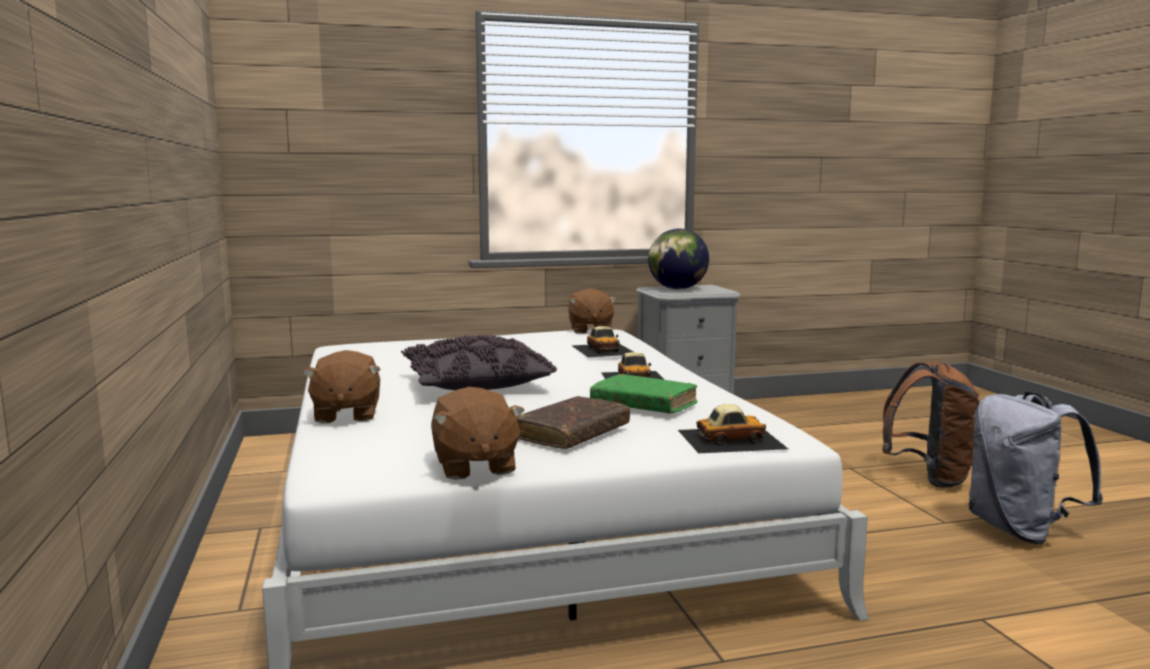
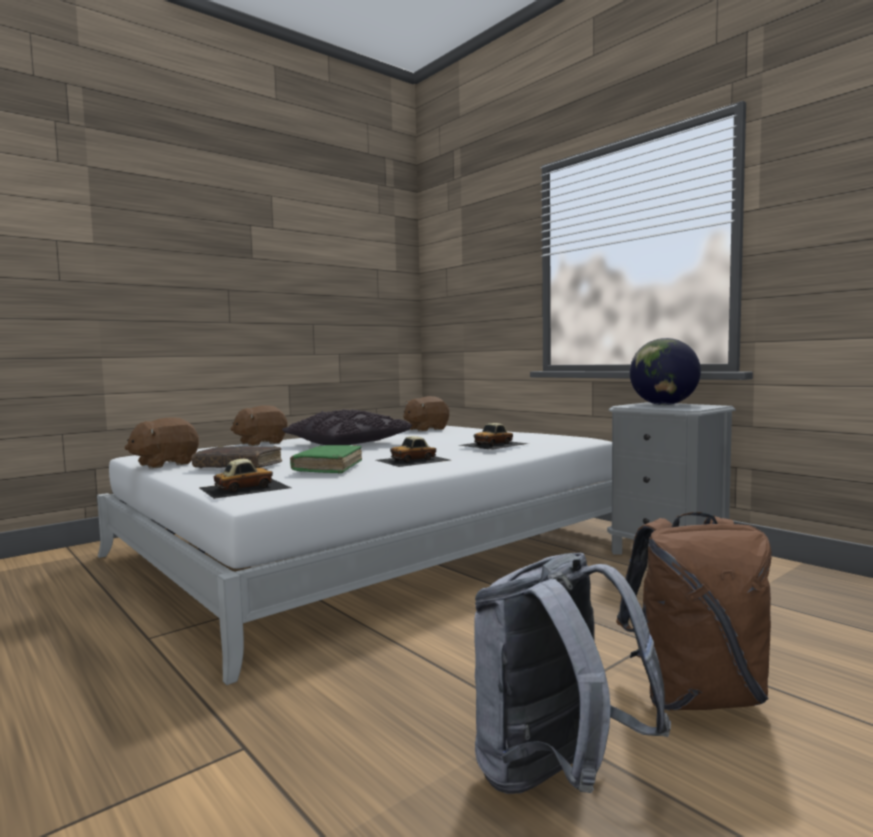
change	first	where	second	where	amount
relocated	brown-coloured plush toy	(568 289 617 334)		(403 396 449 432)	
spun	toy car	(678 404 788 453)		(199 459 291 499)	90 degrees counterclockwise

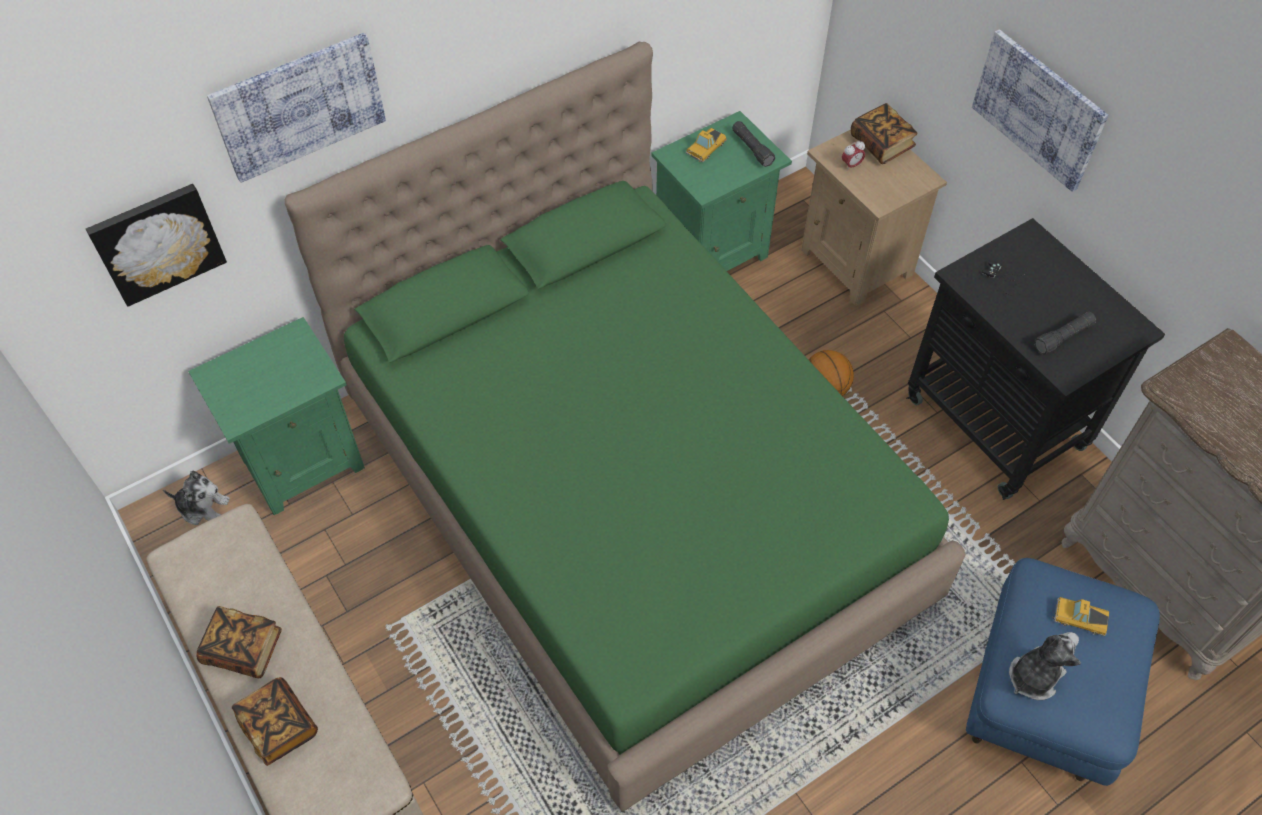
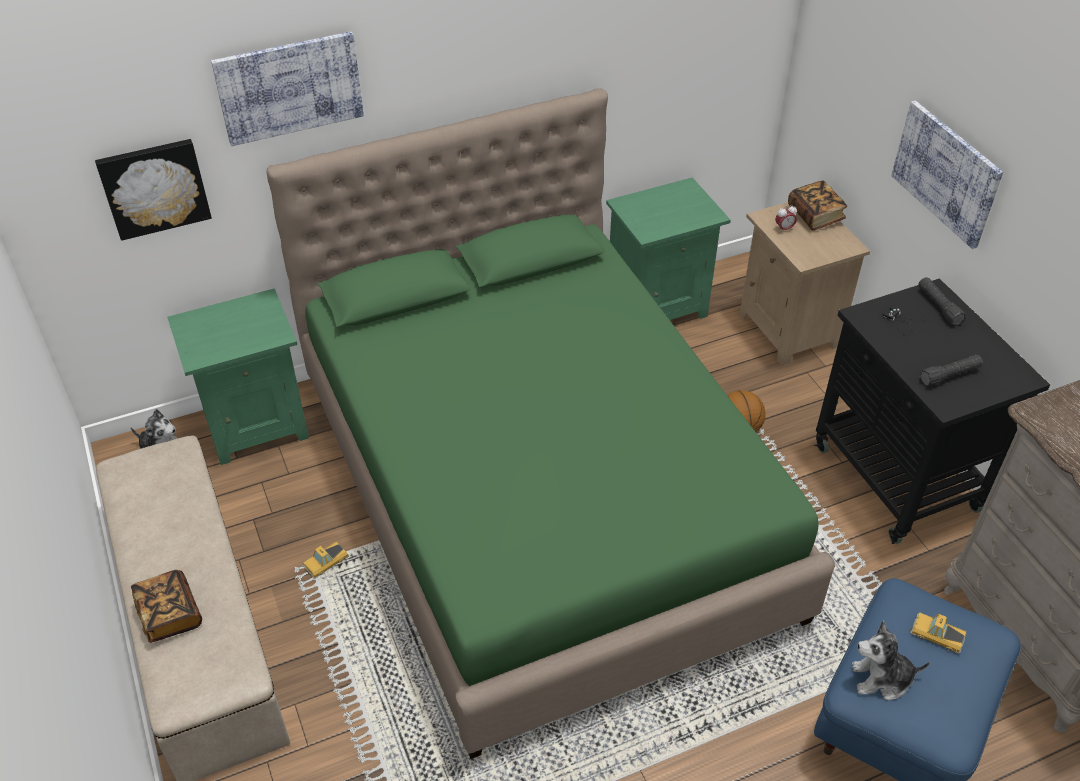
change	first	where	second	where	amount
missing	volume	(196 606 282 679)			
relocated	toy car	(686 128 727 162)		(302 541 349 579)	
relocated	black hand torch	(732 121 775 167)		(919 277 966 326)	
spun	plush toy	(1009 632 1081 700)		(851 621 930 700)	150 degrees counterclockwise

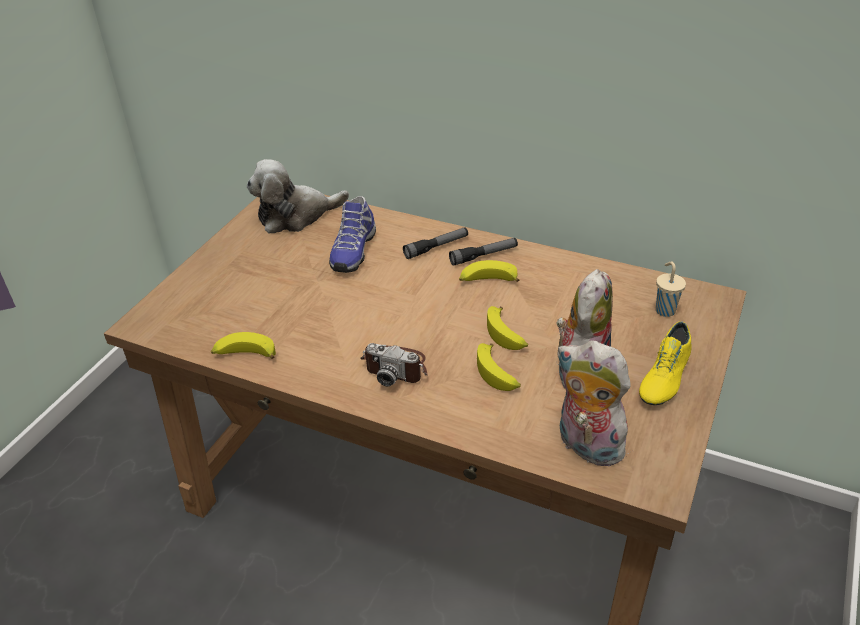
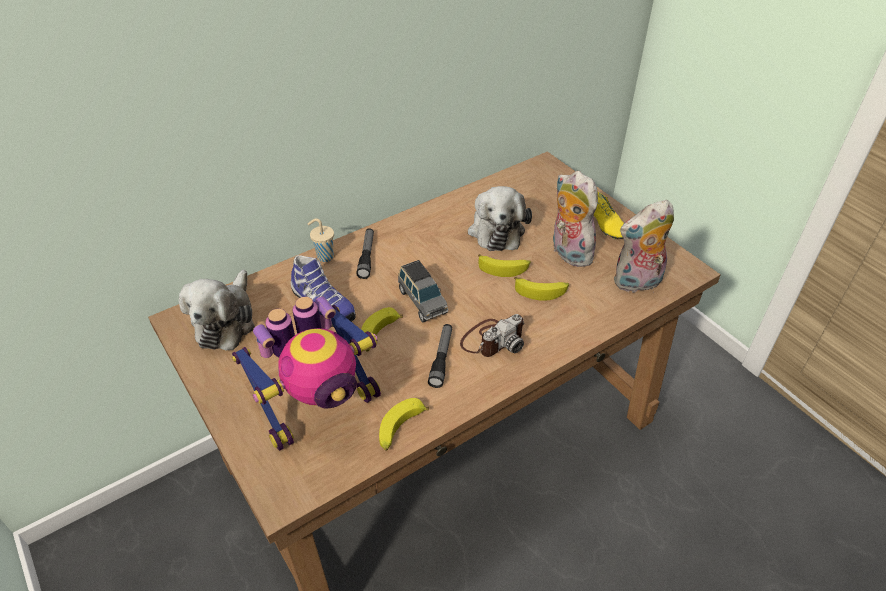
change	first	where	second	where	amount
relocated	hand torch	(449 238 518 266)		(428 324 452 388)	
relocated	banana	(459 260 519 282)		(361 307 403 352)	
relocated	beige cup	(656 261 686 317)		(308 218 334 262)	
appeared			toy robot	(232 296 381 451)	
appeared			gray toy car	(398 260 448 322)	
appeared			plush toy	(468 186 532 251)	

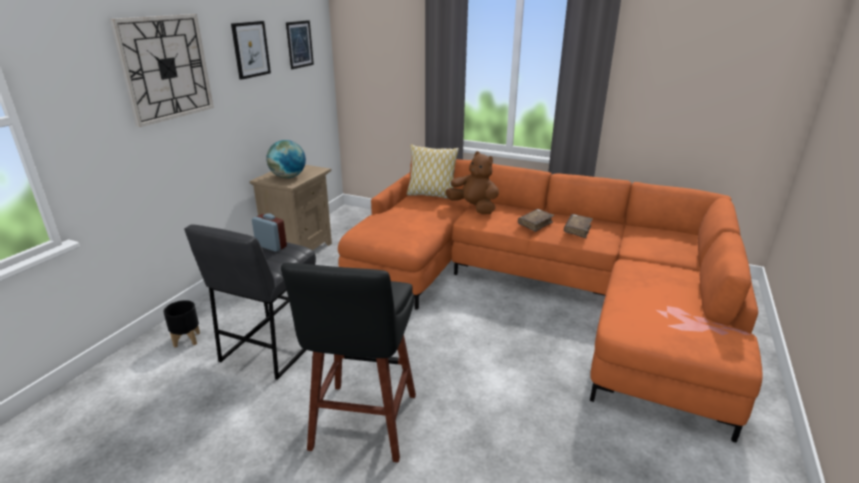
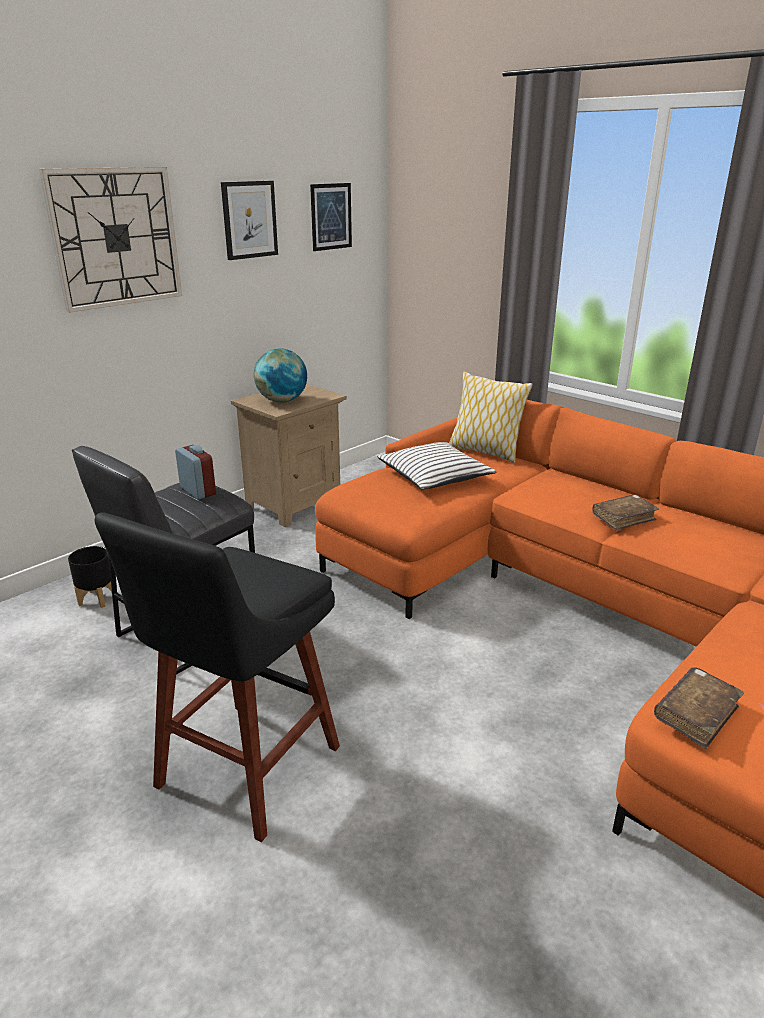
change	first	where	second	where	amount
missing	brown-coloured plush toy	(445 151 499 214)			
relocated	brown-coloured volume	(564 214 593 238)		(654 667 744 749)	
appeared			white throw pillow	(377 442 496 490)	

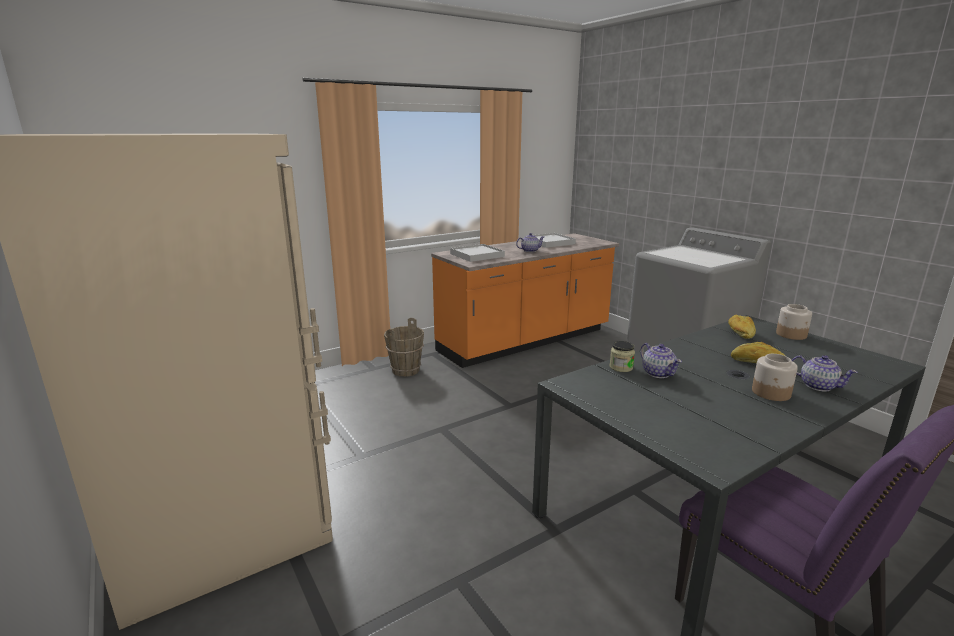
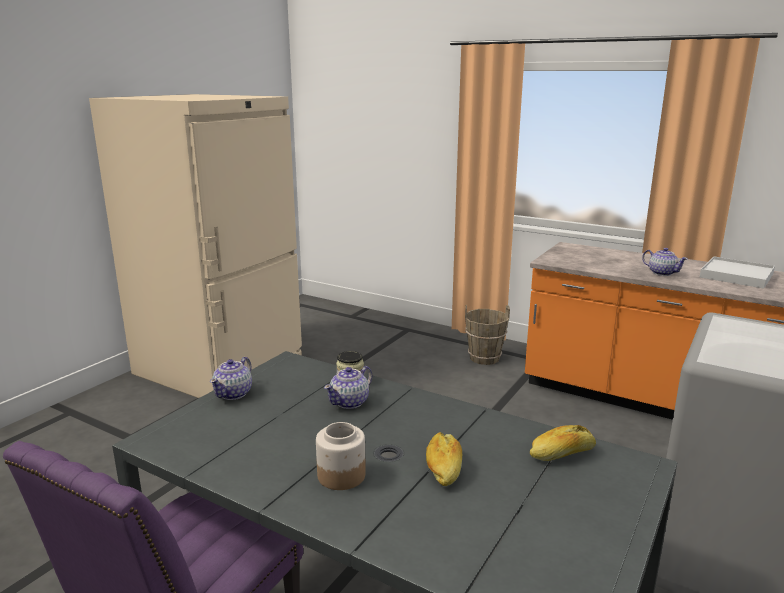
change	first	where	second	where	amount
missing	white serving tray	(450 244 505 262)			
missing	storage jar	(776 304 812 340)			
relocated	pot for tea	(792 355 858 391)		(210 357 252 400)	

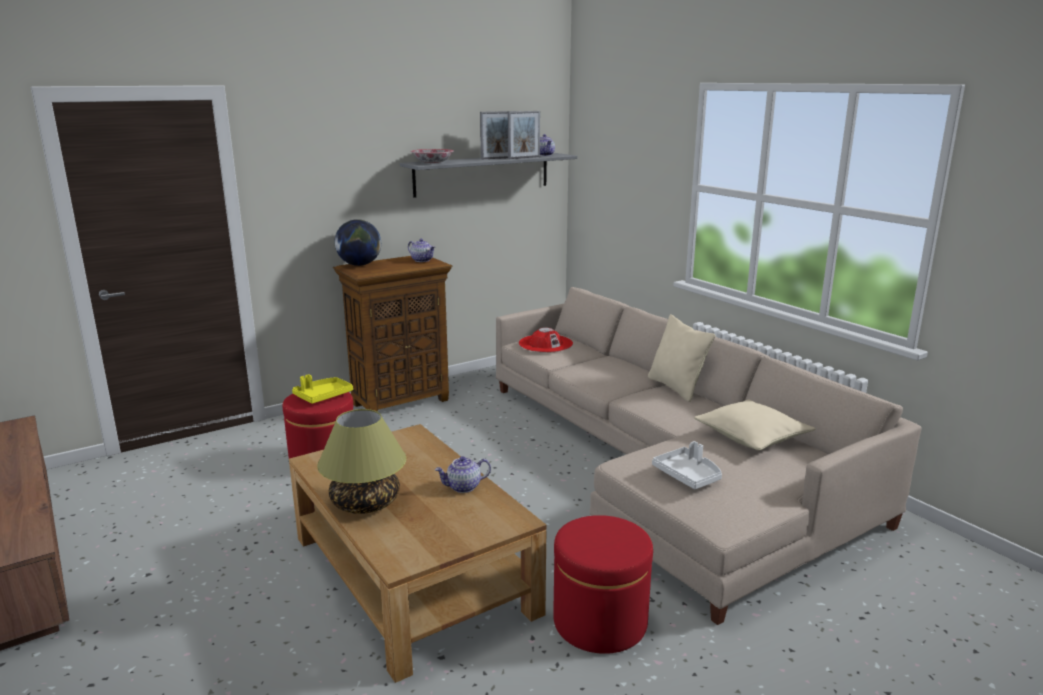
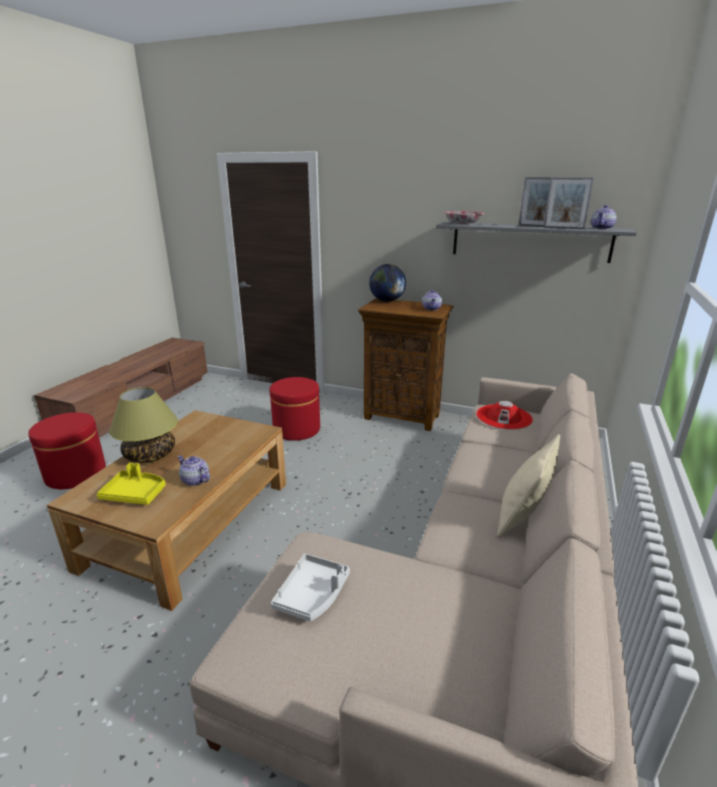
change	first	where	second	where	amount
relocated	yellowish serving tray	(292 374 353 404)		(97 463 166 505)	
relocated	red-coloured ottoman	(553 515 653 654)		(28 412 106 489)	
missing	beige throw pillow	(694 399 816 450)			

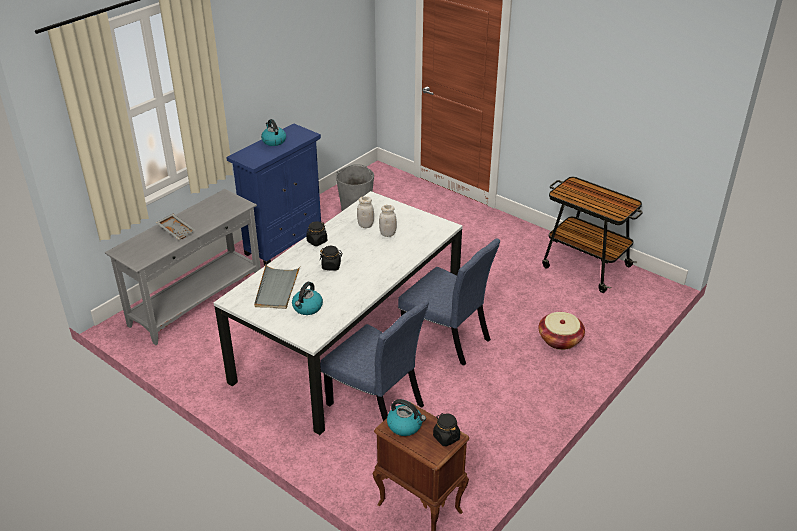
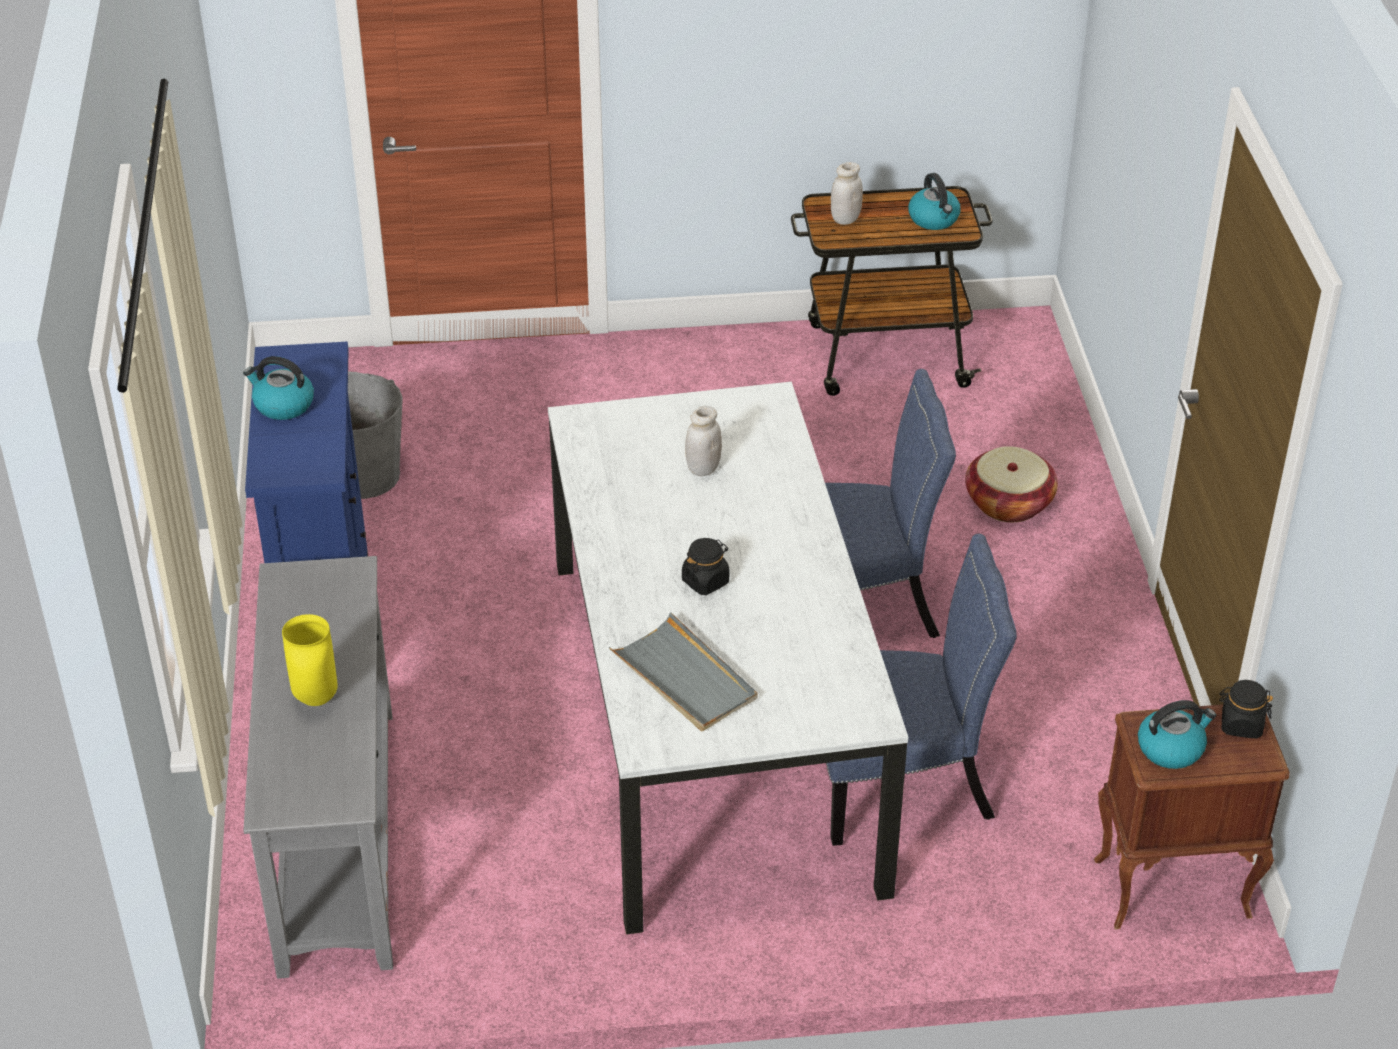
change	first	where	second	where	amount
exchanged	gray serving tray	(156 214 196 240)	yellowish decorative vase	(282 614 338 706)	
relocated	kettle	(292 282 323 315)		(908 173 961 230)	
missing	black storage jar	(306 221 327 246)			
relocated	white storage jar	(357 196 374 228)		(831 162 863 225)	

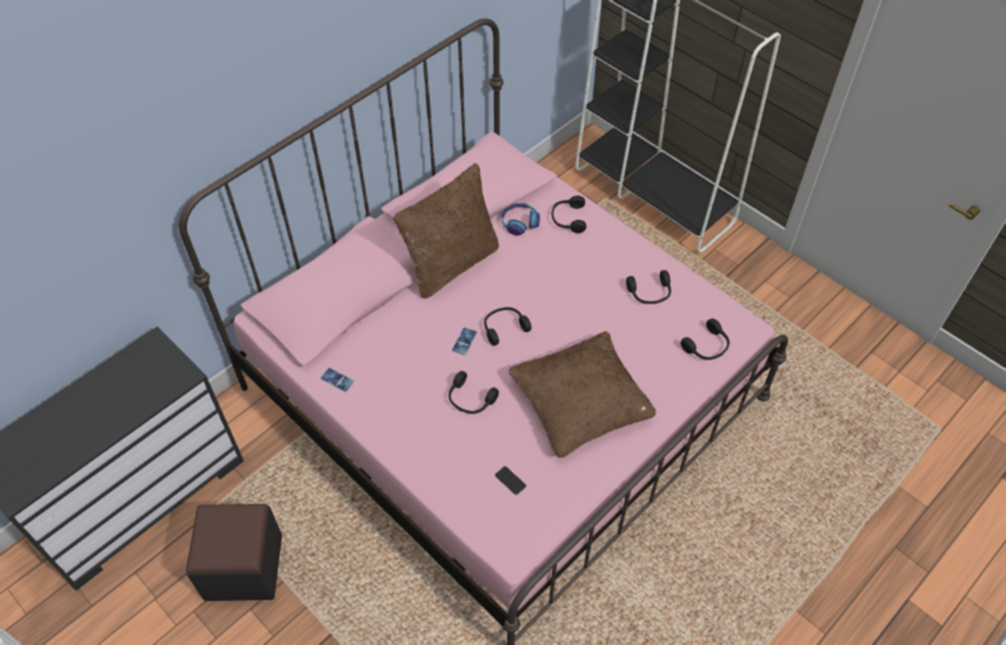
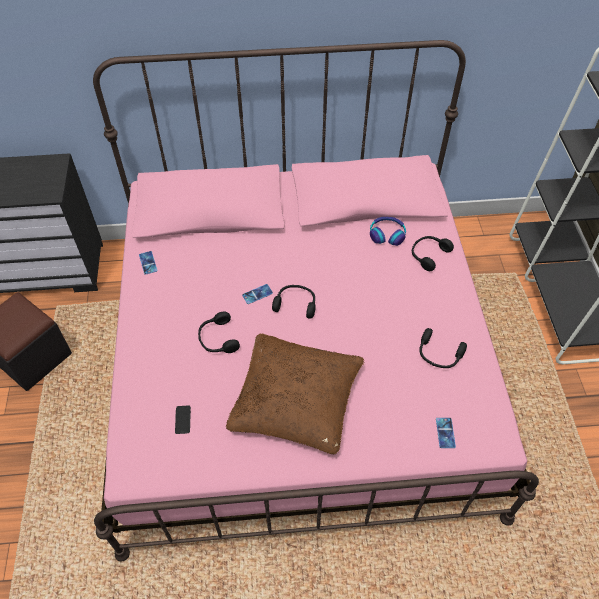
change	first	where	second	where	amount
missing	brown-coloured throw pillow	(393 163 499 299)			
exchanged	black headset	(681 319 730 360)	telephone	(436 418 456 448)	

